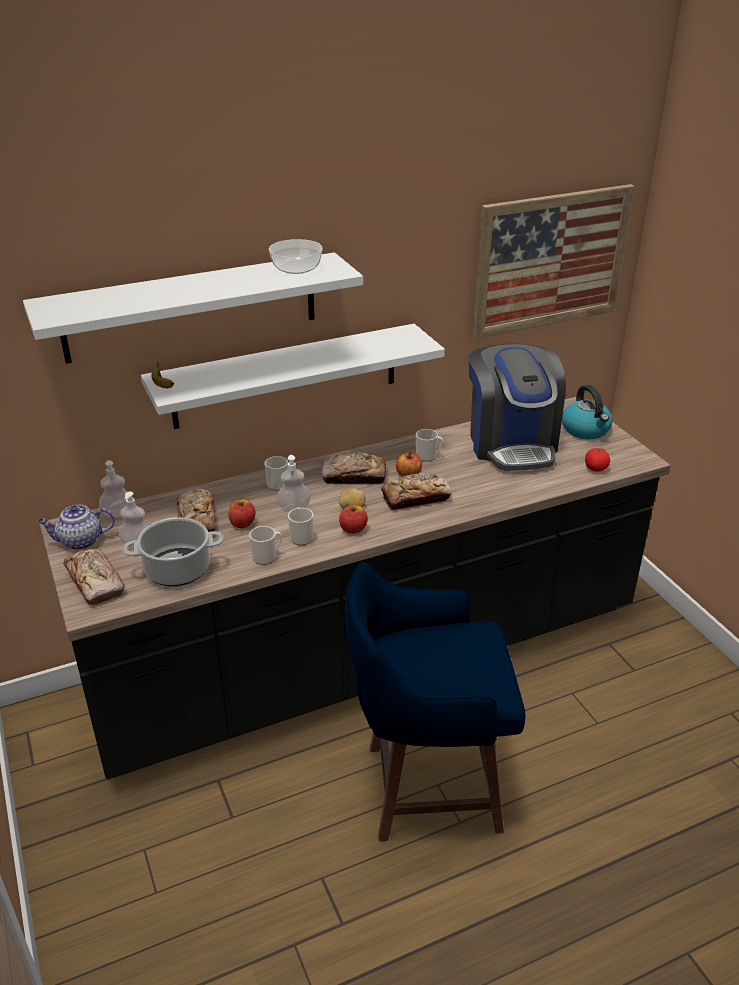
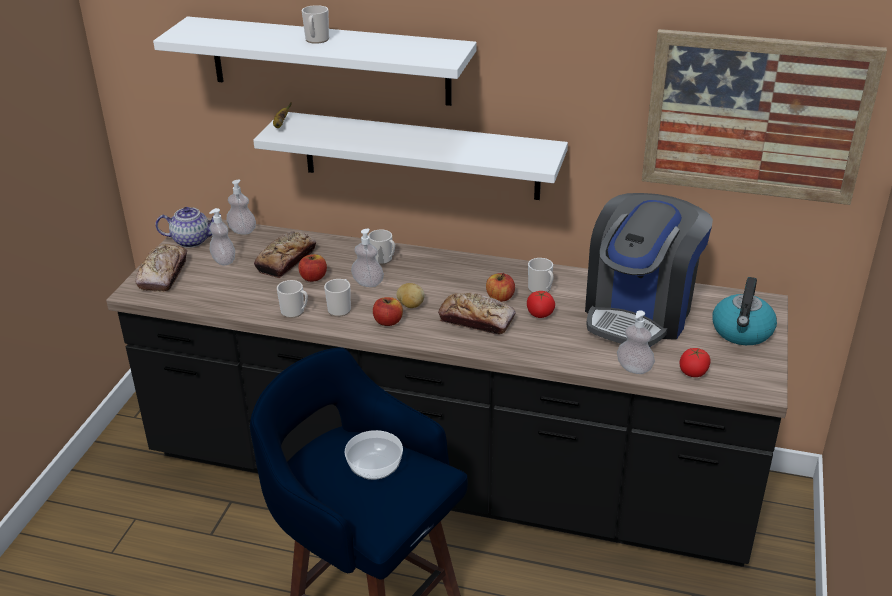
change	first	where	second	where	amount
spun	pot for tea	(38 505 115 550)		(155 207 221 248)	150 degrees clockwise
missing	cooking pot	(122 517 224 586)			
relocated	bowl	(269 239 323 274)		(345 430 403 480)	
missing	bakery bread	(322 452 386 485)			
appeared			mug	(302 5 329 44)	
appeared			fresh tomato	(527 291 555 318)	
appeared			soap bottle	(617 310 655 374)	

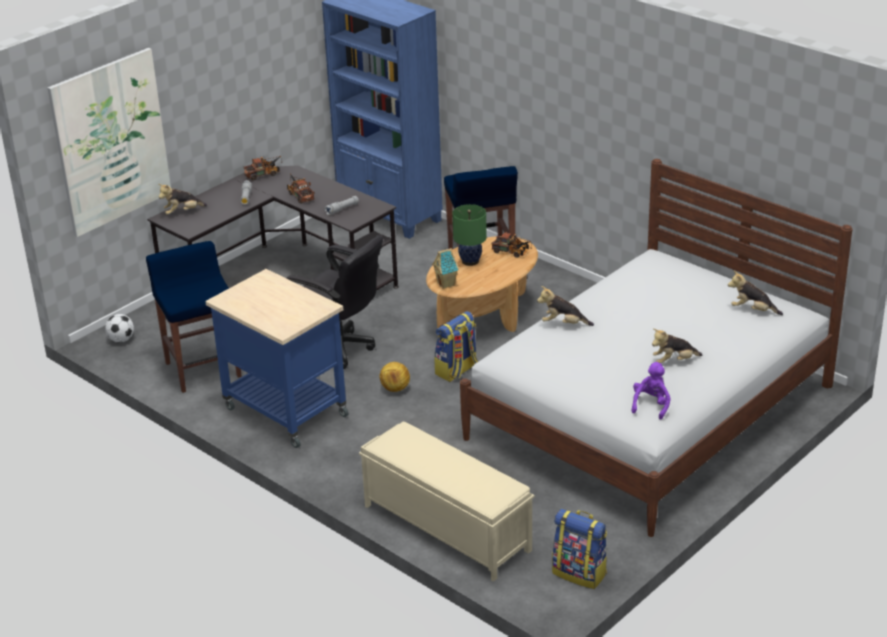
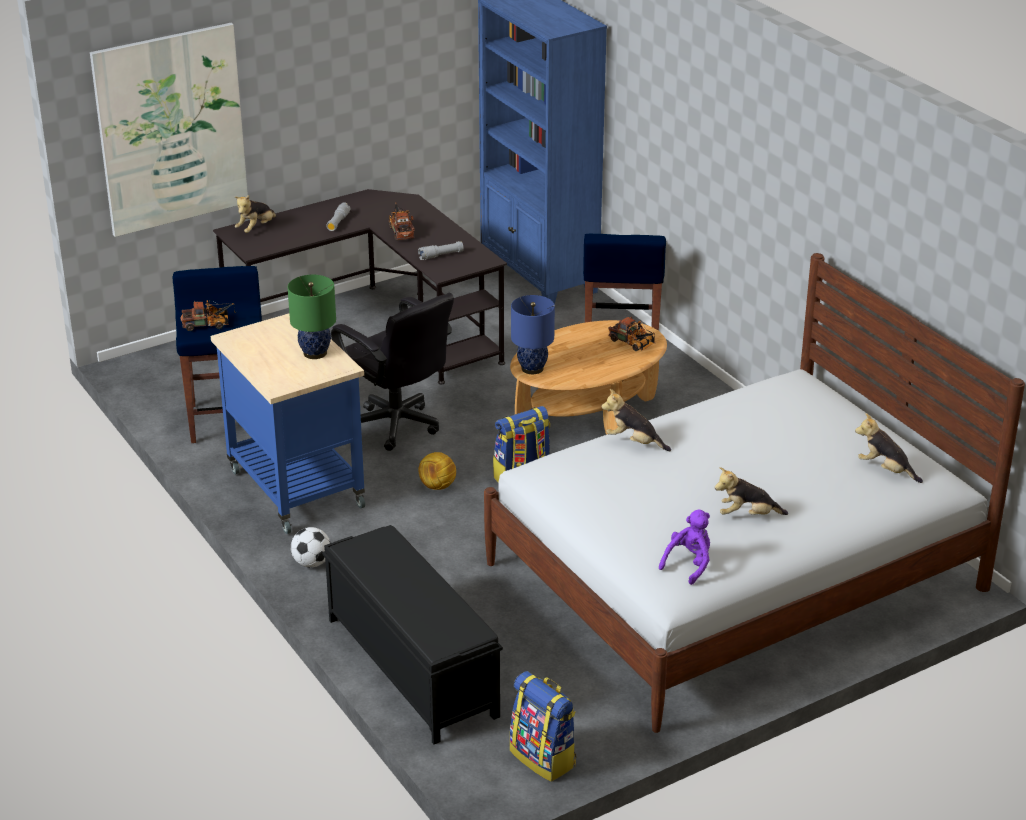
change	first	where	second	where	amount
relocated	football	(105 314 134 342)		(291 527 331 567)	
spun	plush toy	(158 184 208 215)		(235 195 277 233)	45 degrees counterclockwise
relocated	toy lorry	(244 156 283 181)		(181 300 236 331)	
colour	beige long seat	(359 422 535 582)	black long seat	(322 525 503 744)	
exchanged	model house	(432 248 459 289)	bluish tabletop lamp	(511 295 555 374)	
relocated	greenish tabletop lamp	(452 204 487 266)		(288 275 336 359)	

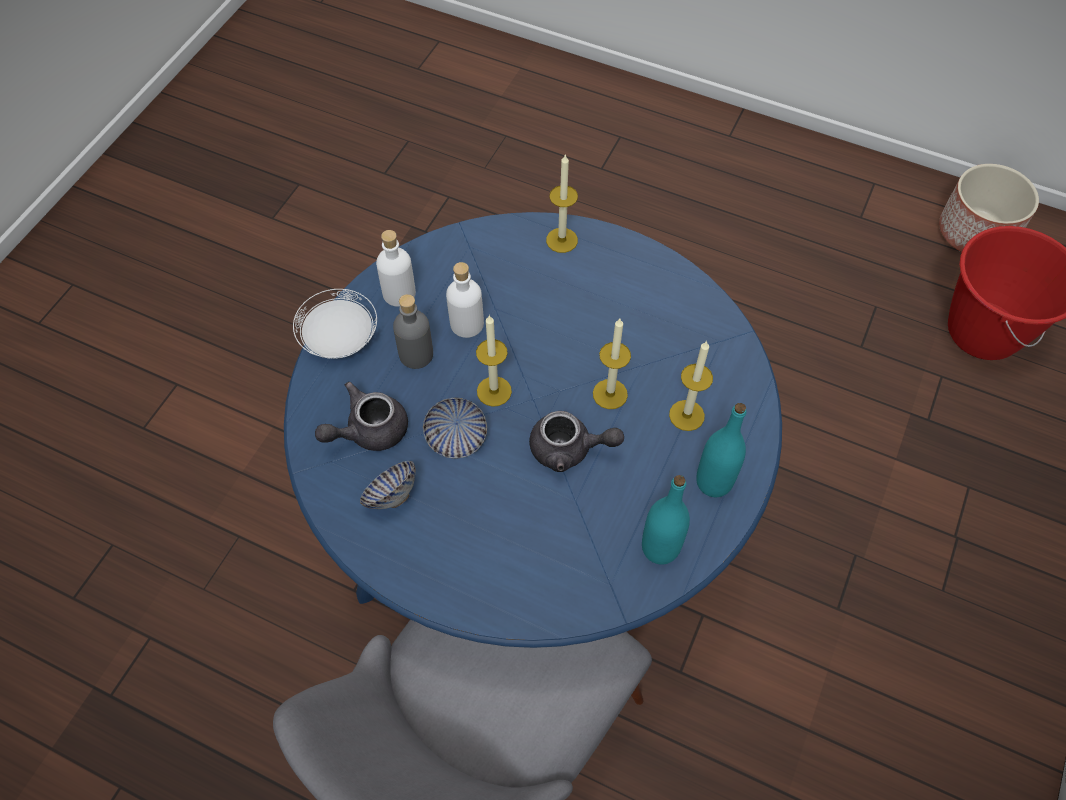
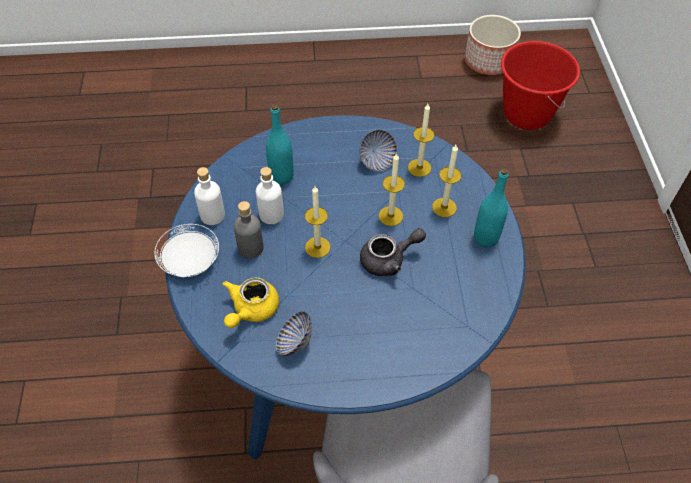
change	first	where	second	where	amount
colour	gray pot for tea	(315 382 408 451)	yellowish pot for tea	(222 278 279 328)	
relocated	bowl	(423 398 487 458)		(359 130 397 171)	
relocated	candle	(546 154 578 253)		(408 104 435 177)	
relocated	turquoise-coloured bottle	(642 475 690 565)		(266 104 294 185)	

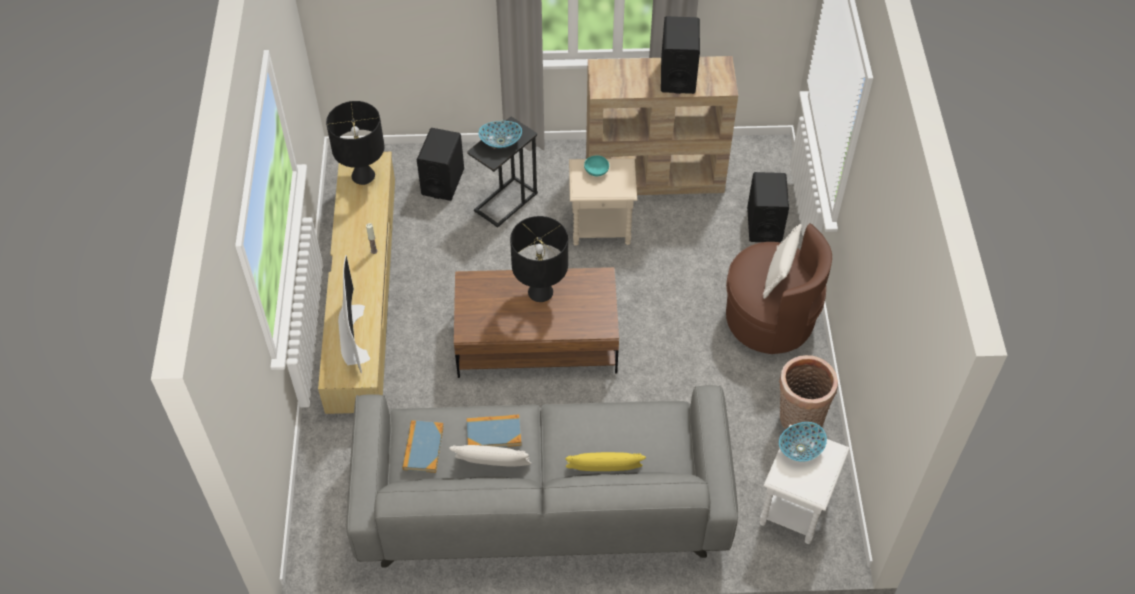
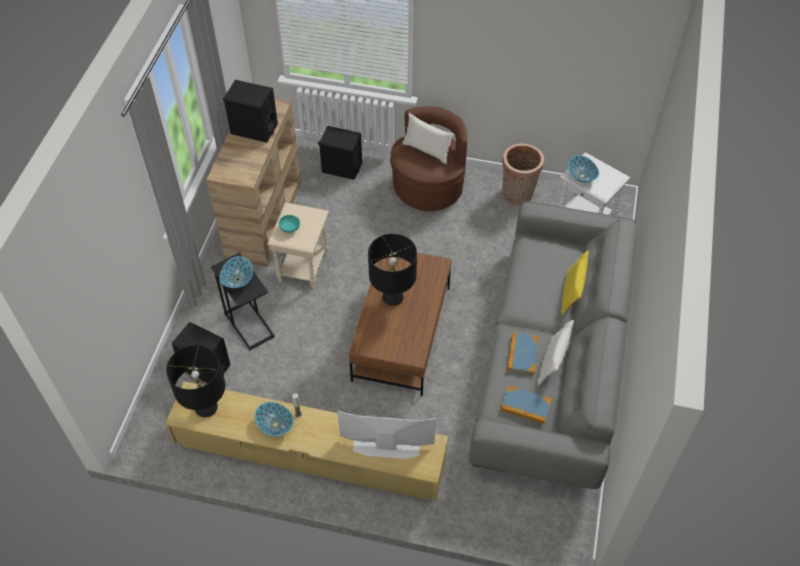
change	first	where	second	where	amount
appeared			bowl	(255 402 294 436)	

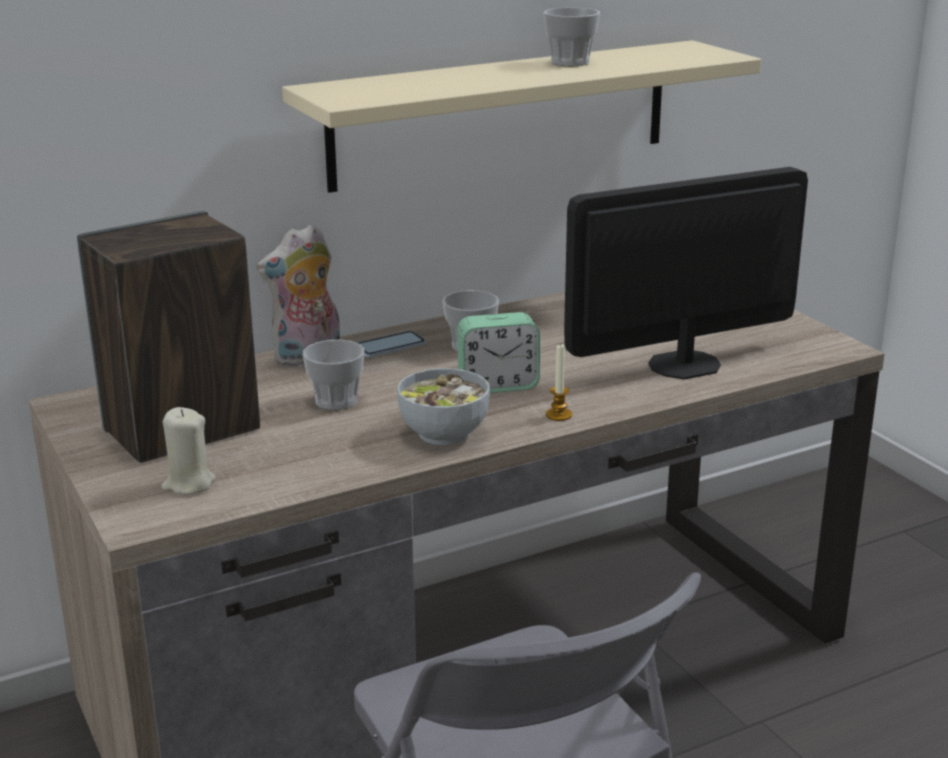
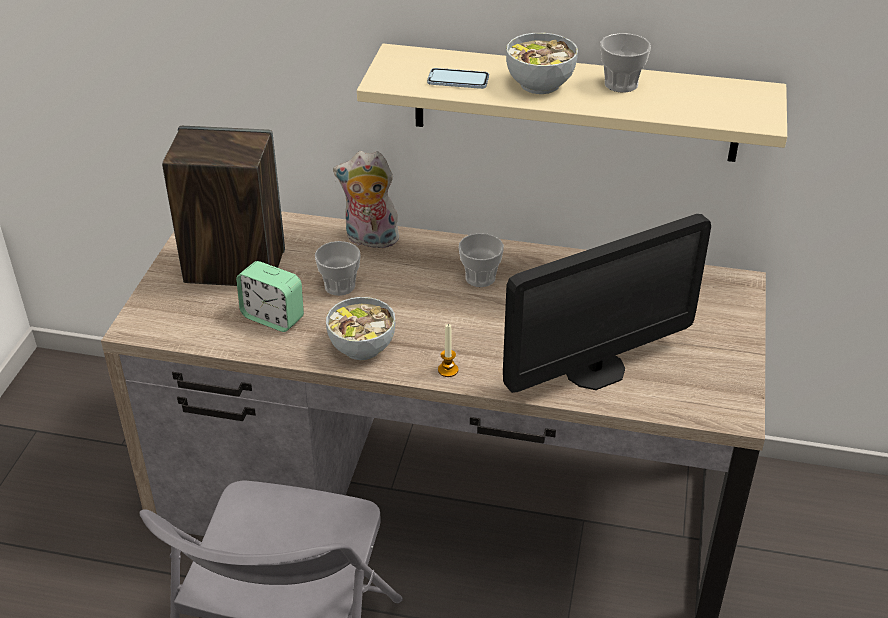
change	first	where	second	where	amount
missing	beige candle	(161 407 215 495)			
relocated	telephone	(357 331 426 357)		(427 68 489 89)	
relocated	bedside clock	(457 312 540 393)		(236 261 304 332)	
spun	computer display	(564 167 808 380)		(503 214 711 393)	135 degrees clockwise
appeared			bowl	(506 33 578 94)	

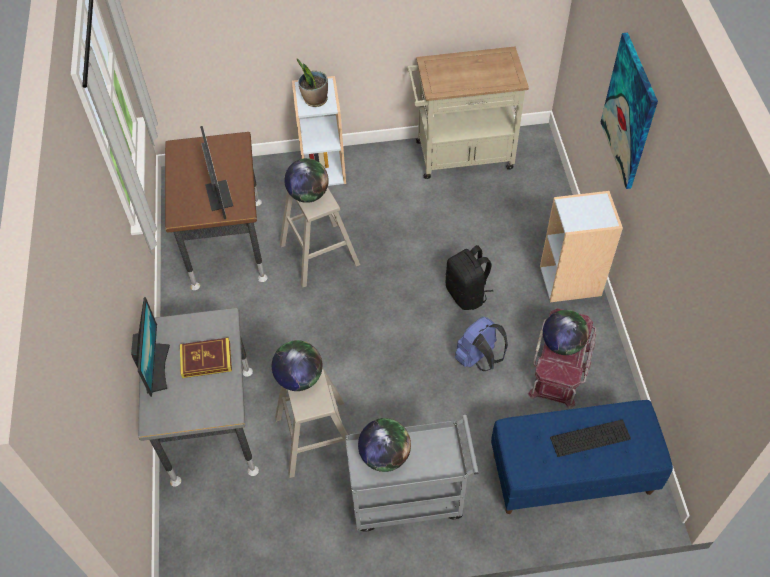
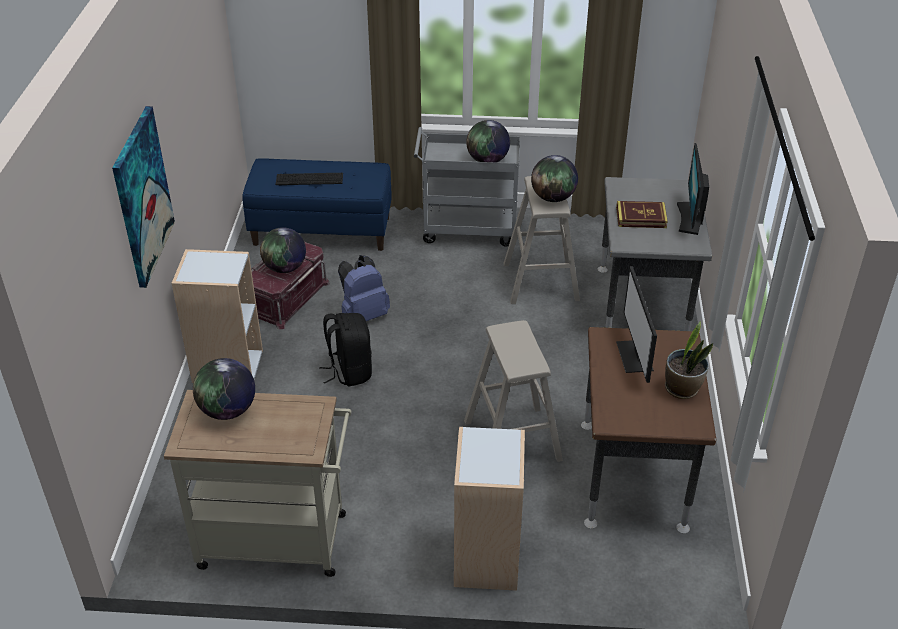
change	first	where	second	where	amount
relocated	desk globe	(284 158 329 203)		(193 358 255 420)	
relocated	potted plant	(297 58 328 107)		(665 321 713 399)	

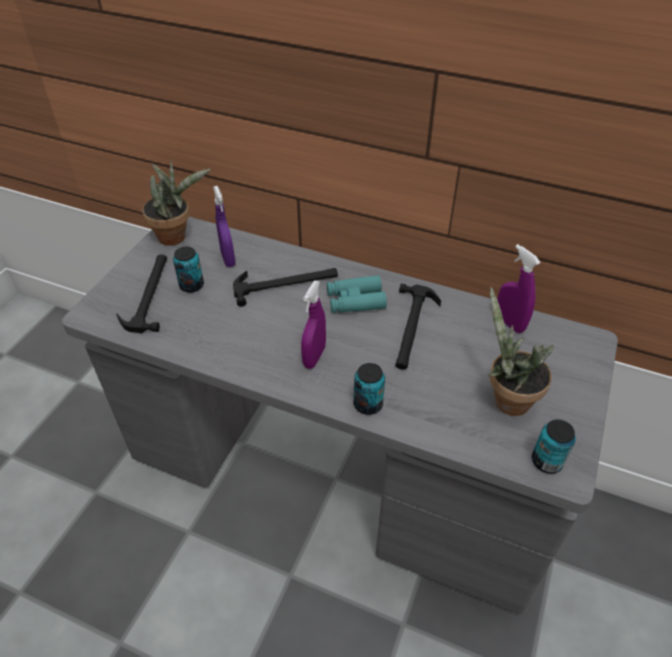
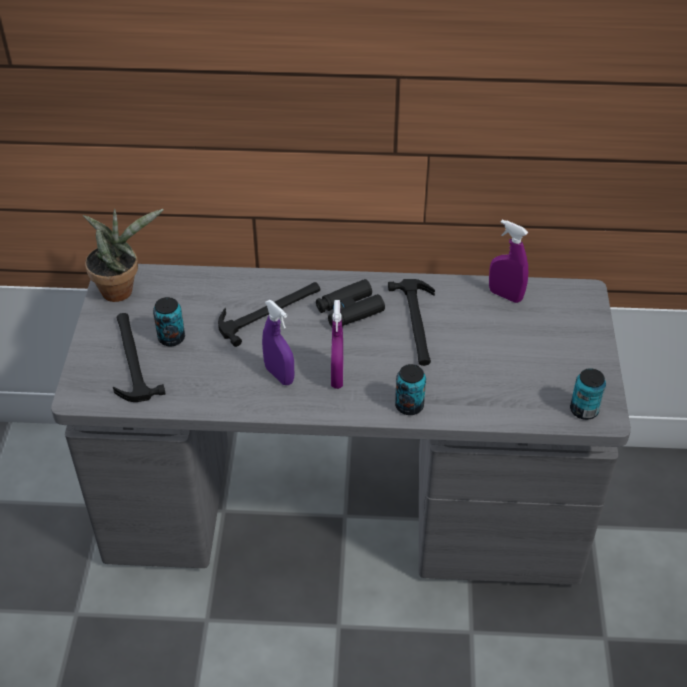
change	first	where	second	where	amount
relocated	purple-coloured sprayer	(213 186 236 267)		(262 300 294 385)	
colour	turquoise-coloured field glasses	(327 275 387 313)	black field glasses	(316 279 385 327)	
missing	potted plant	(488 288 554 416)			

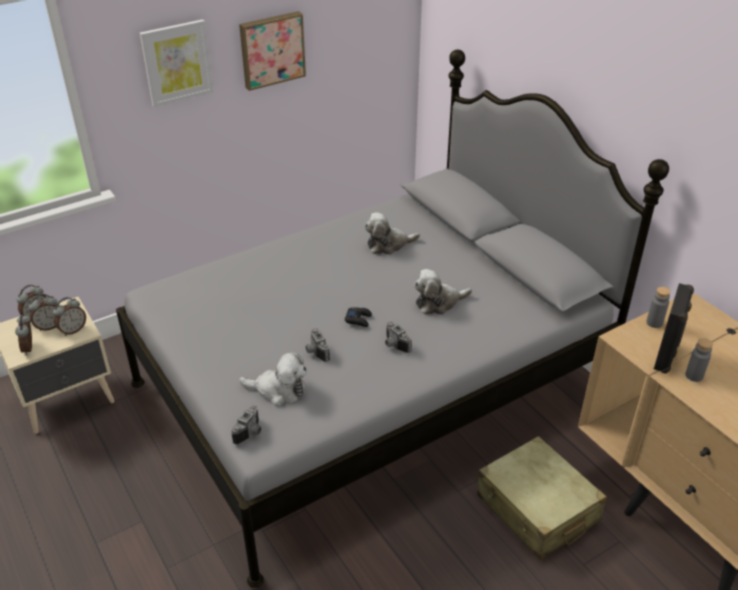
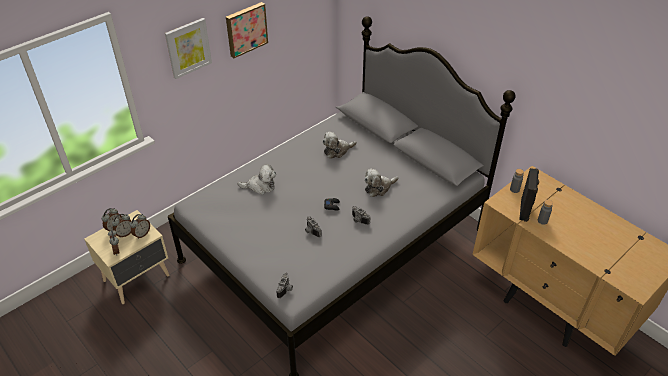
change	first	where	second	where	amount
relocated	plush toy	(239 352 307 406)		(238 164 276 195)	
missing	beige suitcase	(477 436 607 560)			

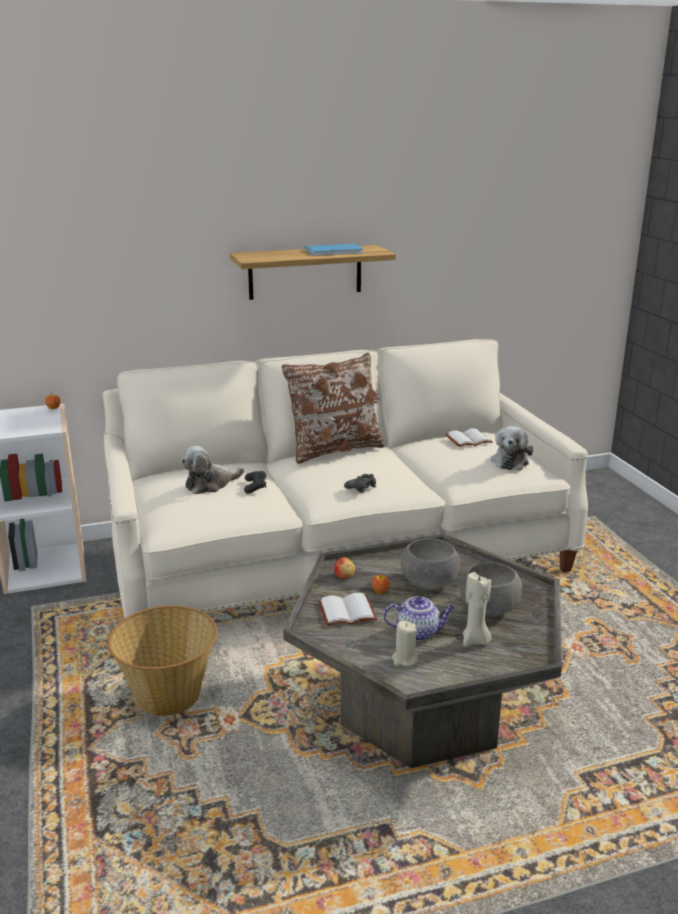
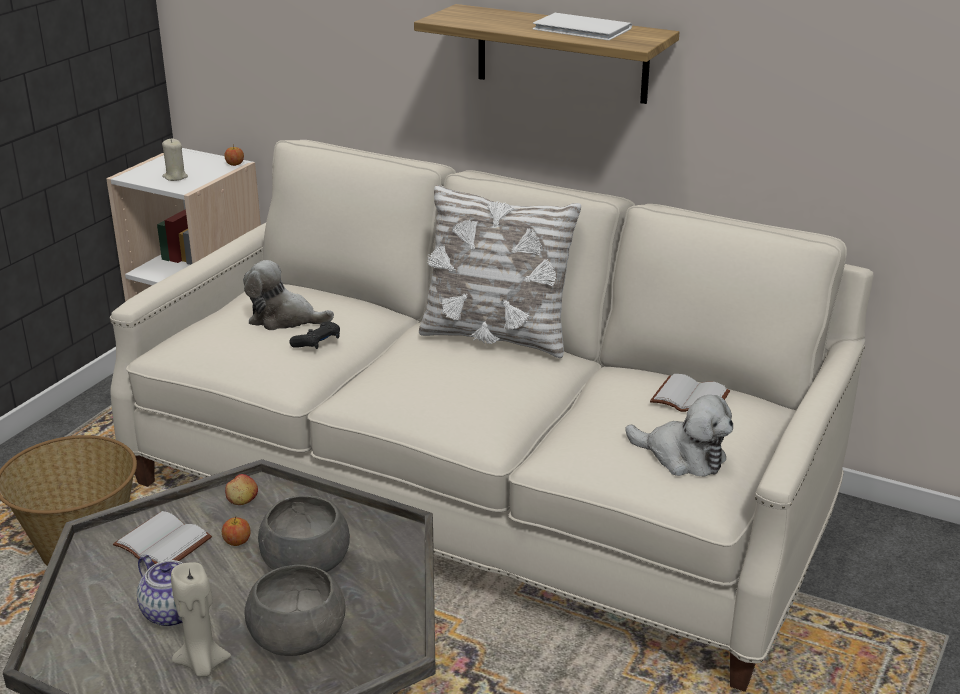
change	first	where	second	where	amount
colour	brown-coloured throw pillow	(282 353 384 464)	white throw pillow	(419 185 581 358)	
colour	bluish volume	(305 244 364 255)	white volume	(533 13 632 40)	
missing	black joypad	(344 474 376 493)			
relocated	beige candle	(392 621 419 666)		(162 139 188 181)	
spun	plush toy	(490 426 533 471)		(625 395 733 477)	120 degrees counterclockwise

